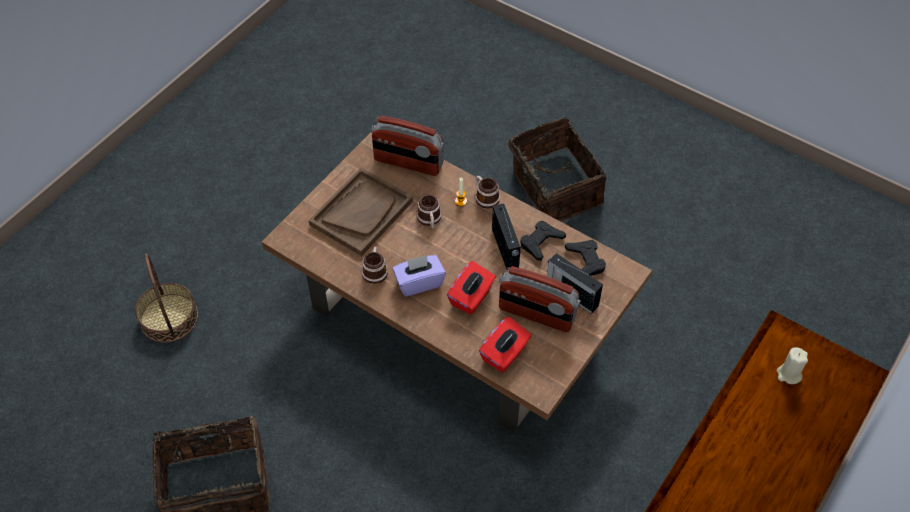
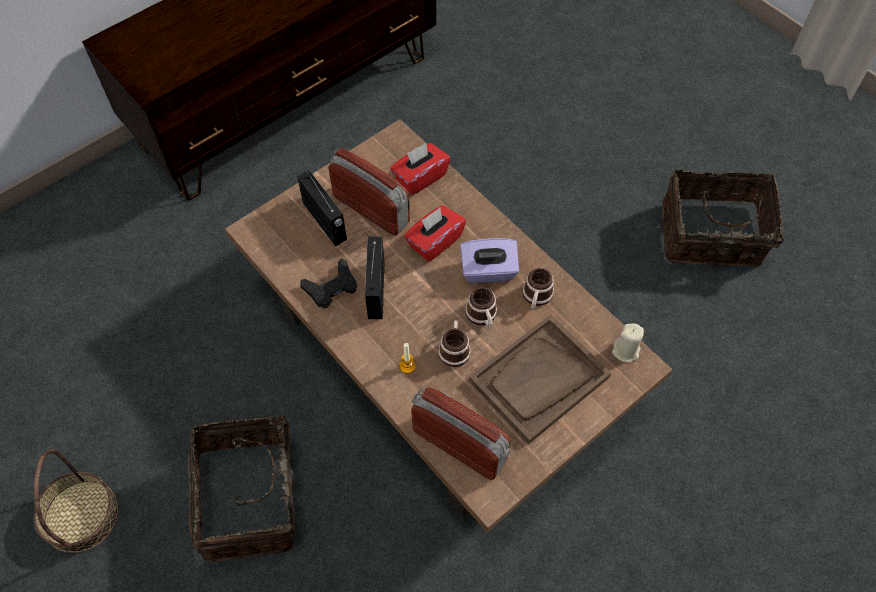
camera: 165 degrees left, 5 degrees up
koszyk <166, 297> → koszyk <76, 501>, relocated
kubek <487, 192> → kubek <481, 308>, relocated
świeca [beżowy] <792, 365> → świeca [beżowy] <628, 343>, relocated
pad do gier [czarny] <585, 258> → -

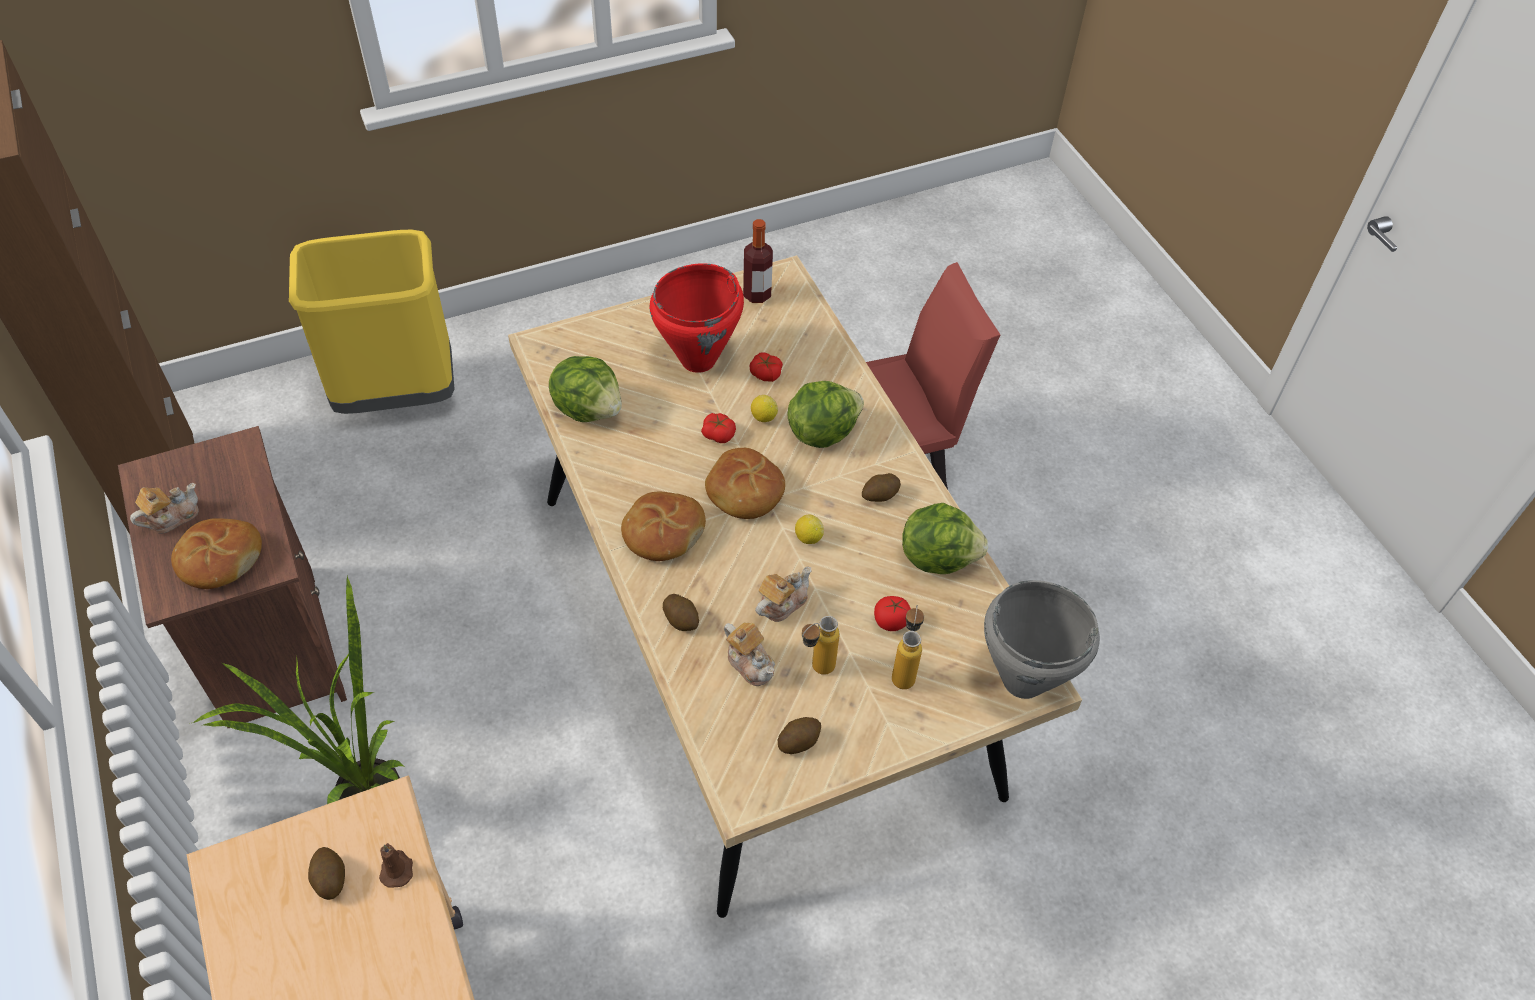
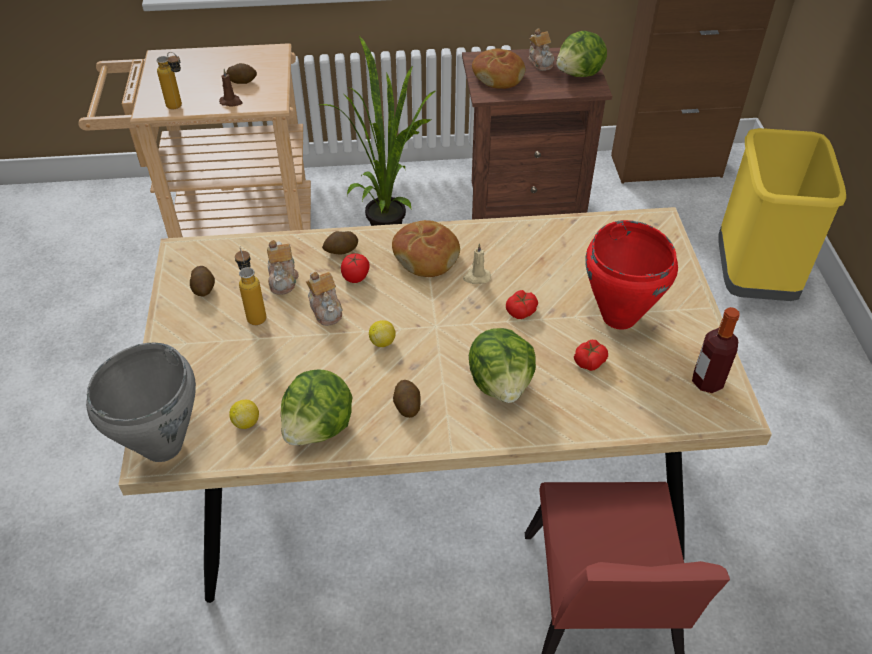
camera: 110 degrees right, 5 degrees down
butelka <908, 647> → butelka <169, 80>, relocated
cytryna <764, 408> → cytryna <244, 414>, relocated
imbryk <749, 654> → imbryk <282, 267>, 75 degrees counterclockwise
pomidor <892, 613> → pomidor <355, 268>, relocated
- → świeca [beżowy] <477, 264>
sałata <585, 389> → sałata <581, 54>, relocated
chleb <745, 483> → -

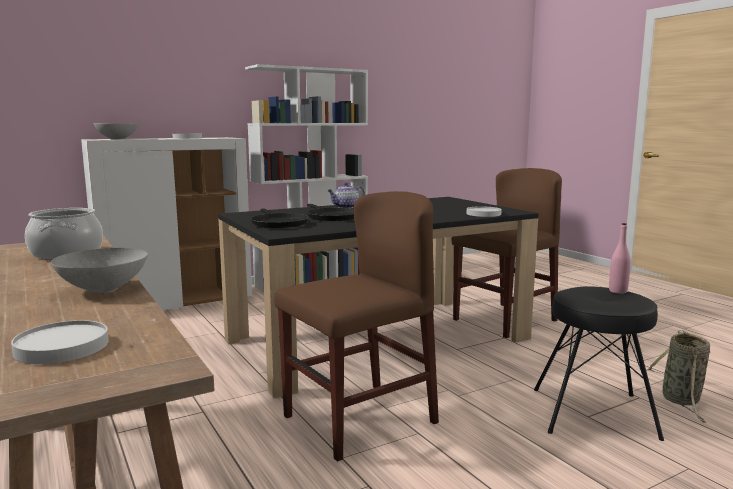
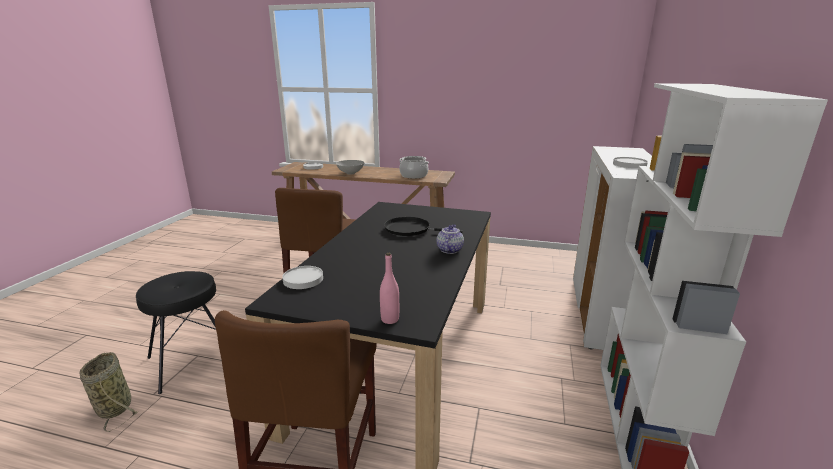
camera: 135 degrees right, 10 degrees up
butelka [różowy] <620, 258> → butelka [różowy] <389, 288>, relocated
miska [szary] <116, 131> → -
patelnia [czarny] <280, 218> → -

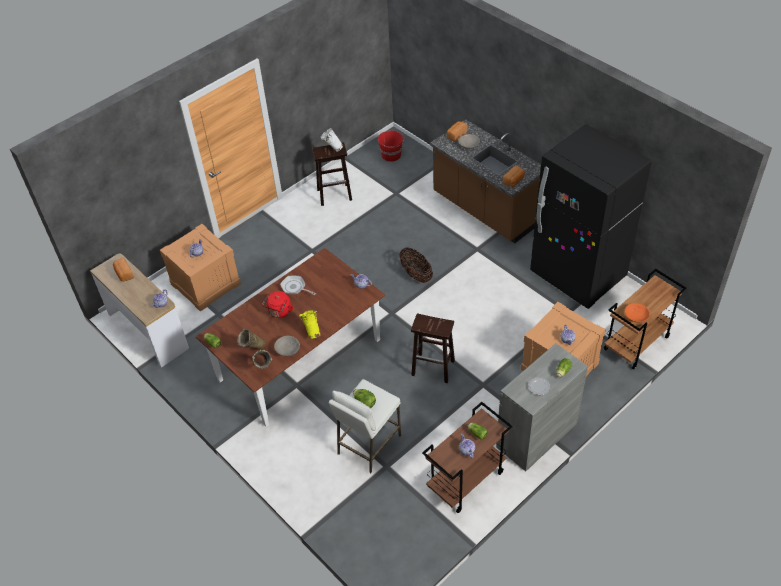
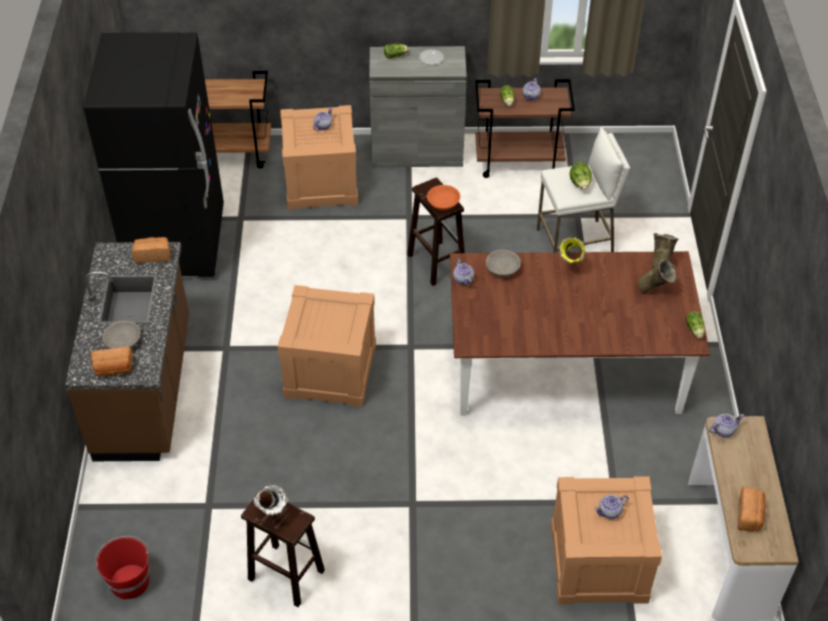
camera: 140 degrees left, 0 degrees up
koszyk <416, 265> → skrzynka <326, 346>
miska [pomarańczowy] <637, 312> → miska [pomarańczowy] <443, 197>, relocated
miska [szary] <287, 346> → miska [szary] <503, 263>, relocated
czajnik [czerwony] <277, 304> → -
patelnia <298, 285> → -

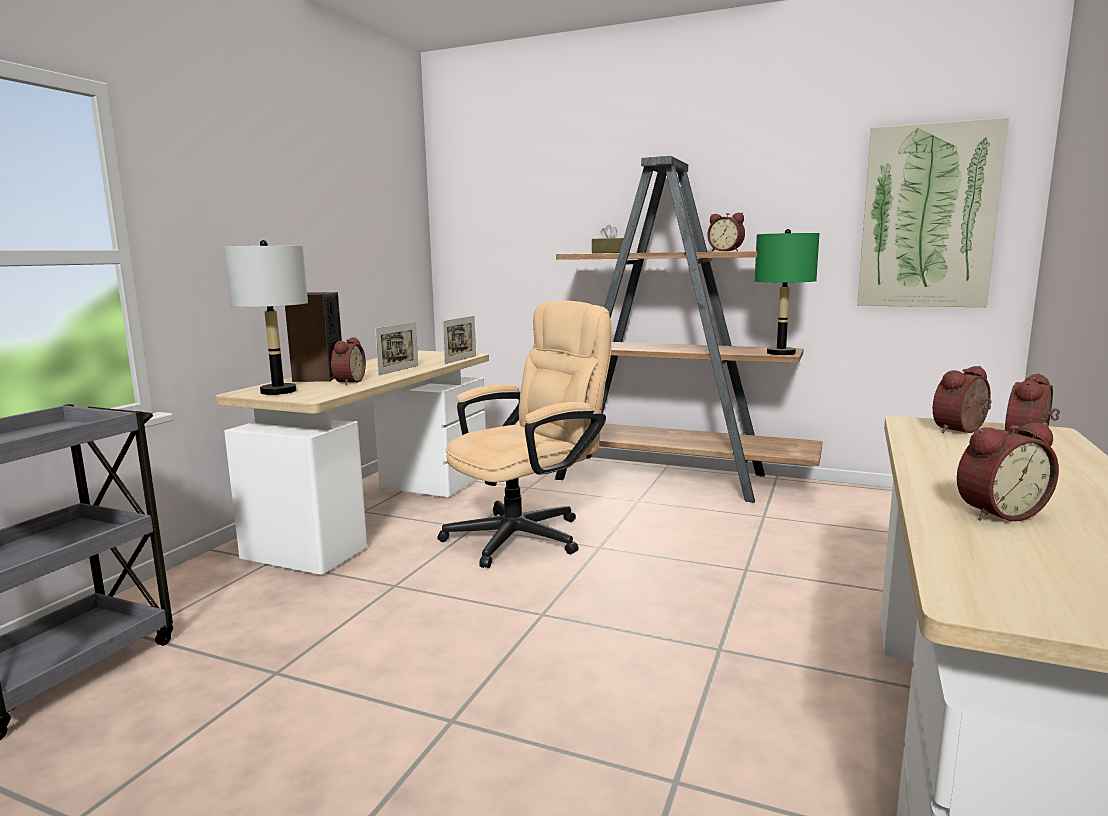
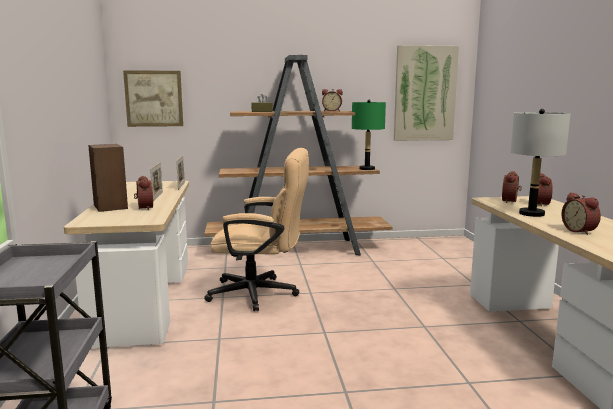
camera: 30 degrees left, 0 degrees up
- → obraz <153, 98>
krzesło biurowe [beżowy] <524, 434> → krzesło biurowe [beżowy] <256, 229>, 75 degrees clockwise
lampa stołowa [szary] <266, 317> → lampa stołowa [szary] <541, 163>, relocated
budzik <1008, 471> → budzik <581, 213>, 120 degrees clockwise

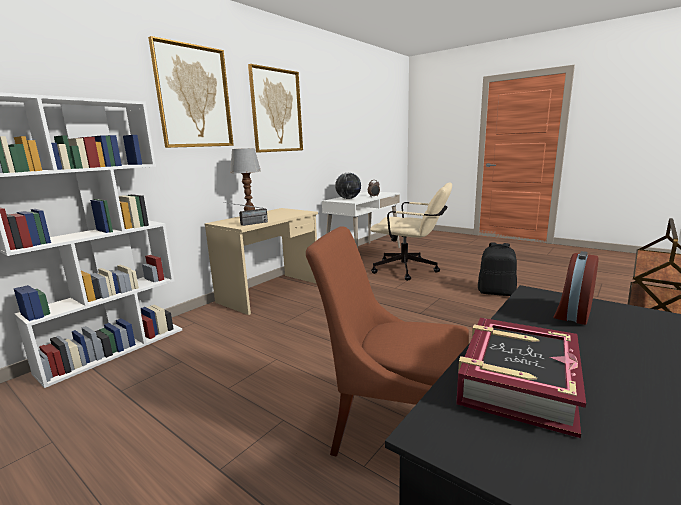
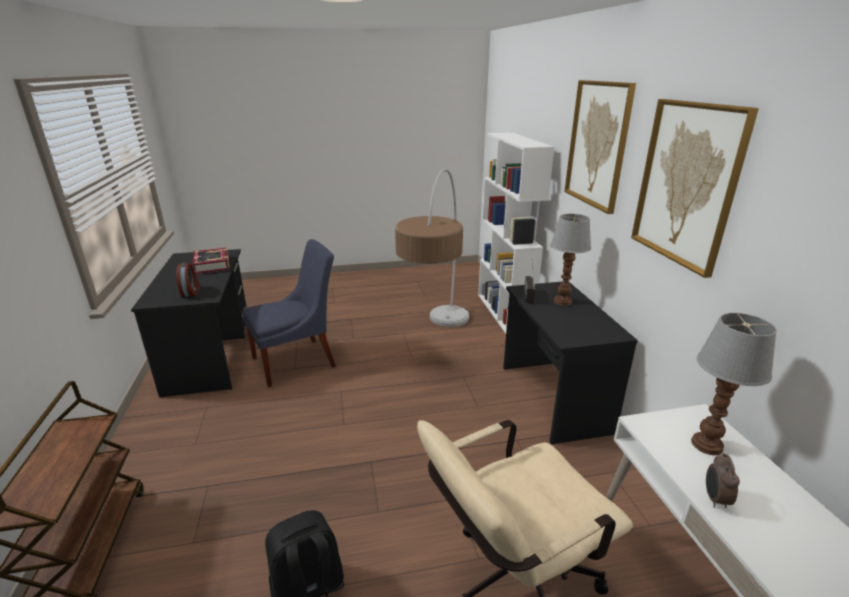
camera: 130 degrees right, 10 degrees up
krzesło [brązowy] <387, 341> → krzesło [niebieski] <289, 313>
- → lampa stojąca <432, 248>
biurko [beżowy] <261, 261> → biurko [czarny] <570, 362>
globus <348, 186> → lampa stołowa <733, 384>

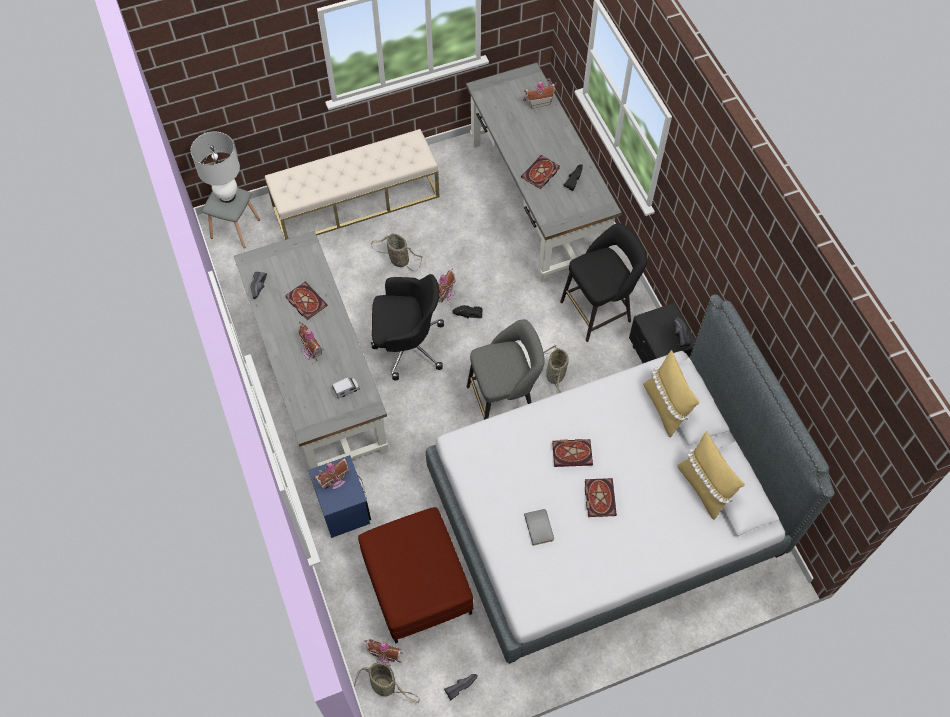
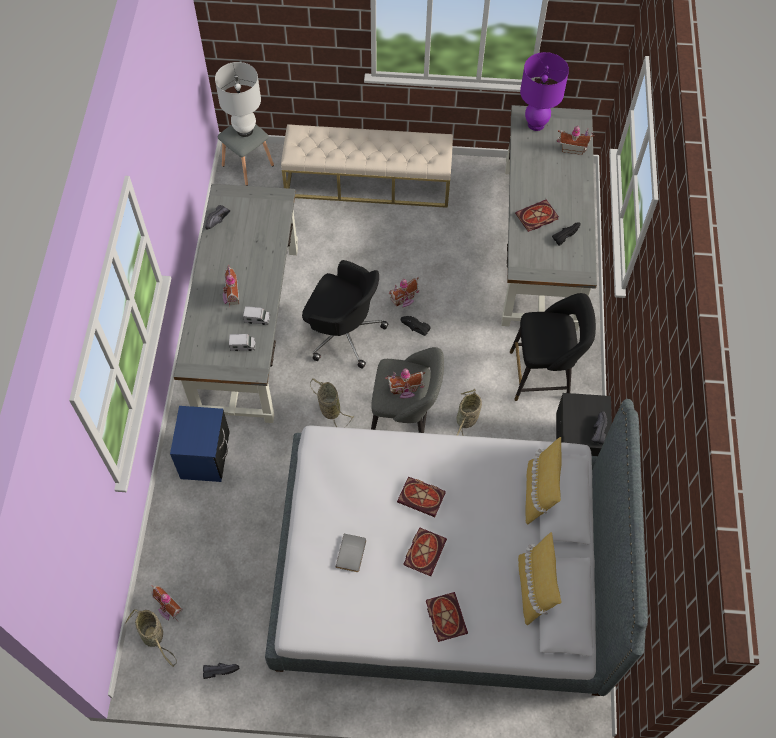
camera: 25 degrees right, 0 degrees up
- → ciężarówka zabawkowa <256, 315>
koszyk <397, 252> → koszyk <332, 403>, relocated
domek <332, 474> → domek <405, 383>, relocated
książka <306, 301> → książka <447, 617>, relocated
- → lampa stołowa [fioletowy] <544, 91>
pufa [czerwony] <416, 575> → -

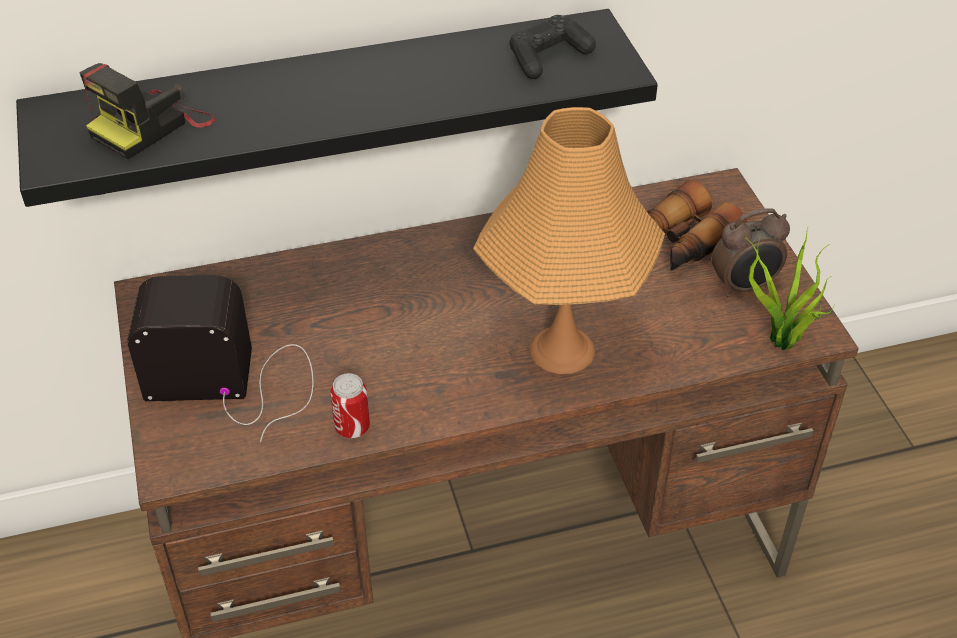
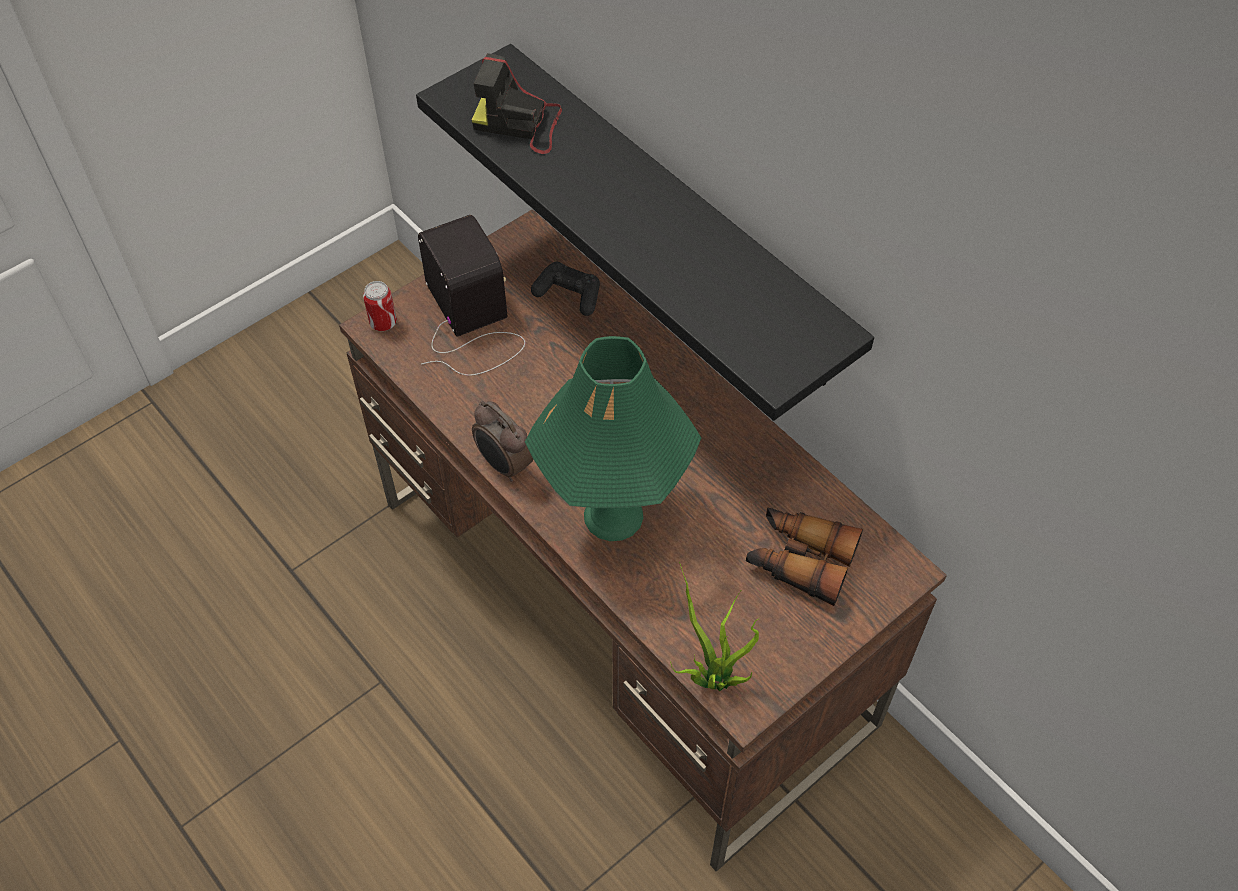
camera: 65 degrees right, 10 degrees up
puszka <350, 405> → puszka <380, 306>, relocated
budzik <750, 252> → budzik <502, 441>, relocated
lampa stołowa [pomarańczowy] <569, 240> → lampa stołowa [zielony] <613, 438>
pad do gier [czarny] <552, 47> → pad do gier [czarny] <565, 289>, relocated

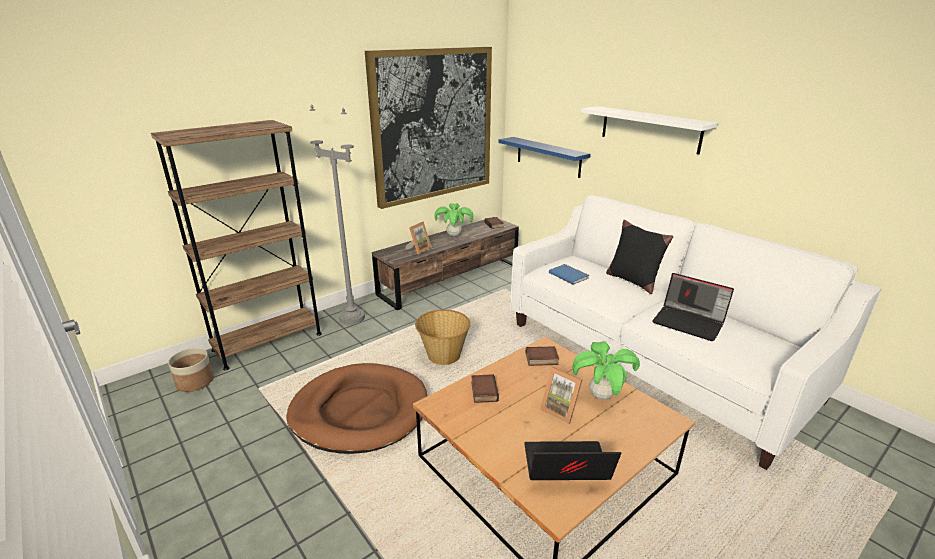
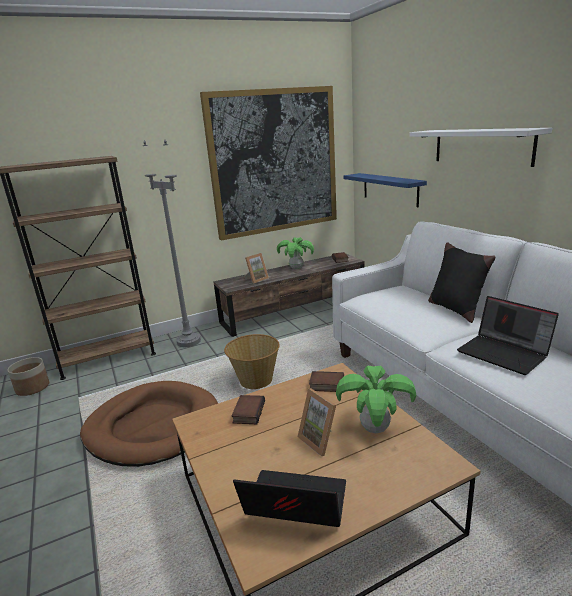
camera: 15 degrees right, 5 degrees down
książka [niebieski] <569, 274> → -

